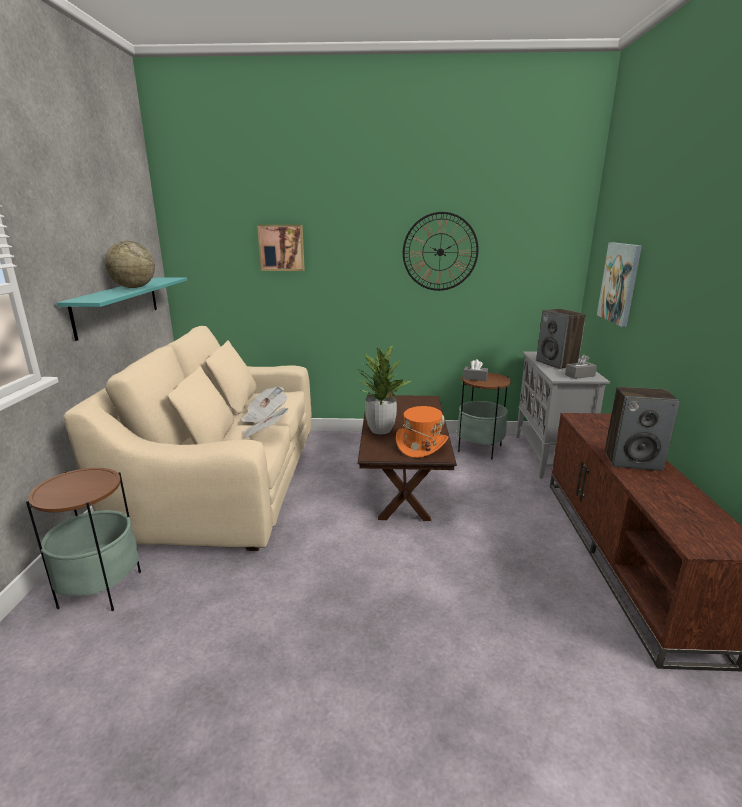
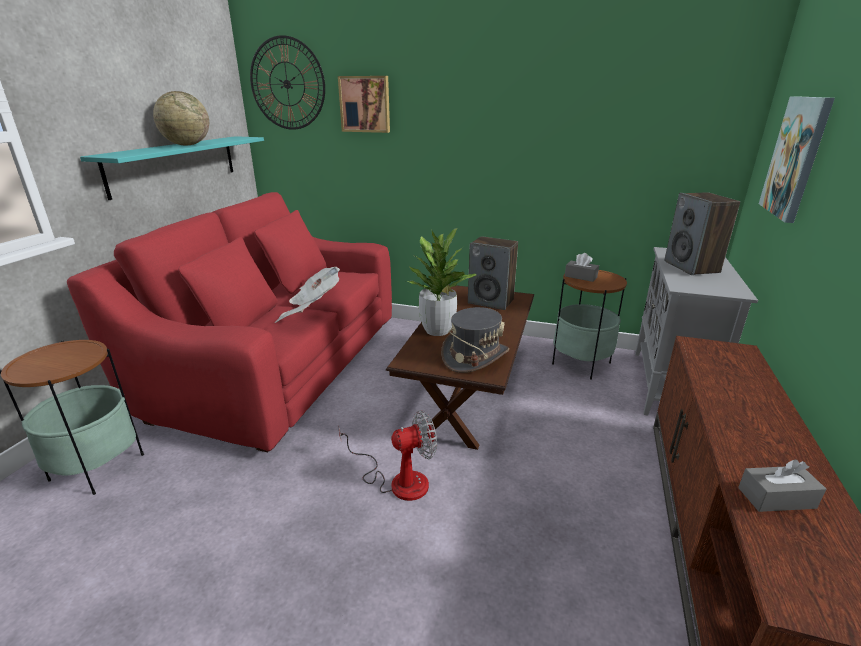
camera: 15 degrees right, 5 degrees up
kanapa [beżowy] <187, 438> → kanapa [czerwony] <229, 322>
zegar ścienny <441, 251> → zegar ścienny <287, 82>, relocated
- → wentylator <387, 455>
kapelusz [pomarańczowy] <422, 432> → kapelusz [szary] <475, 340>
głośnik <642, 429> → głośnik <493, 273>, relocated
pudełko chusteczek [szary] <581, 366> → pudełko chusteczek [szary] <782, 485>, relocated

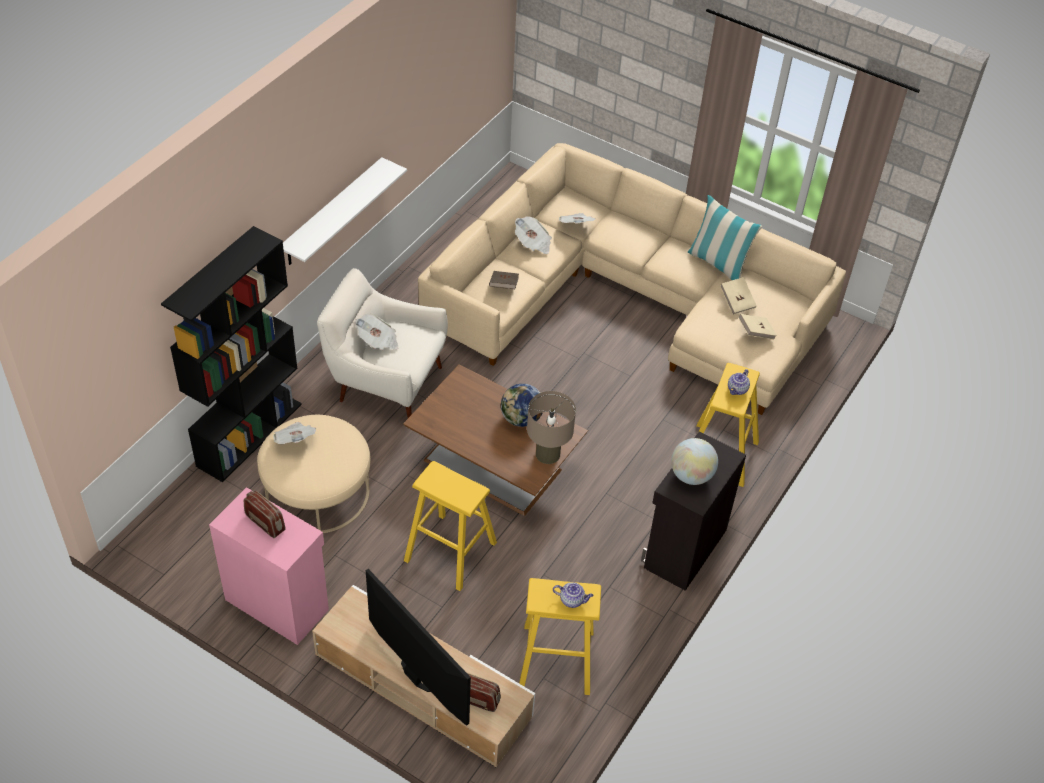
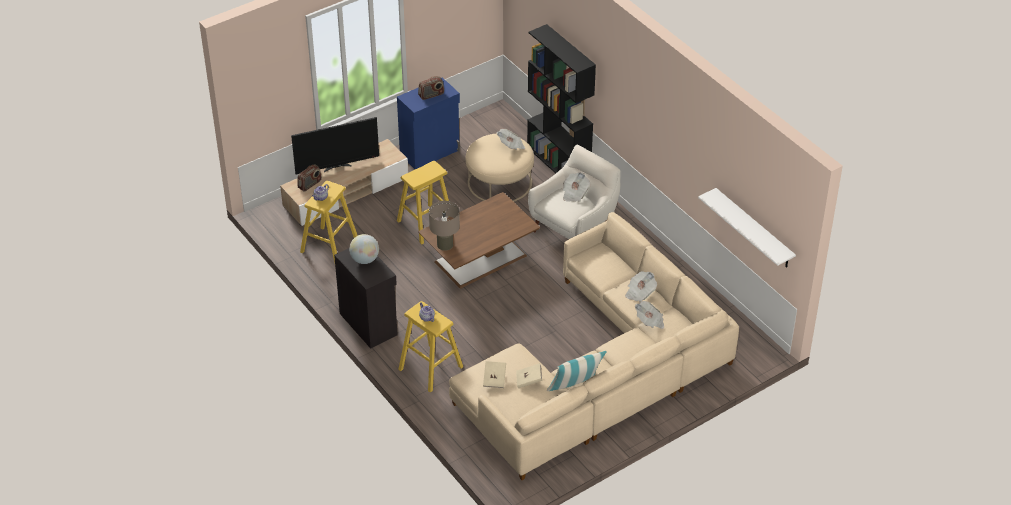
camera: 115 degrees right, 5 degrees down
szafka [różowy] <269, 566> → szafka [niebieski] <428, 123>
półka [biały] <345, 211> → półka [biały] <747, 227>, relocated
książka [brązowy] <504, 280> → -
globus <521, 405> → -

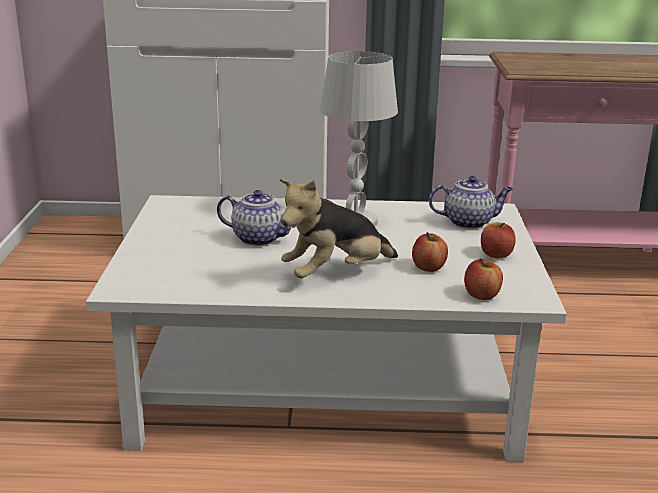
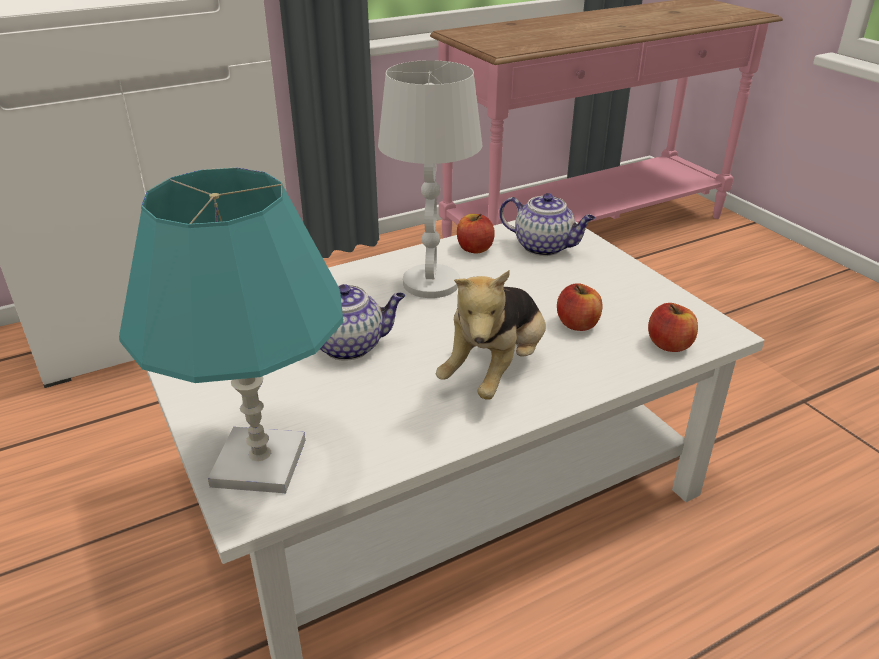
camera: 30 degrees left, 10 degrees up
- → lampa stołowa [turkusowy] <231, 330>
jabłko <498, 240> → jabłko <476, 234>, relocated
imbryk <471, 202> → imbryk <547, 224>, 60 degrees clockwise

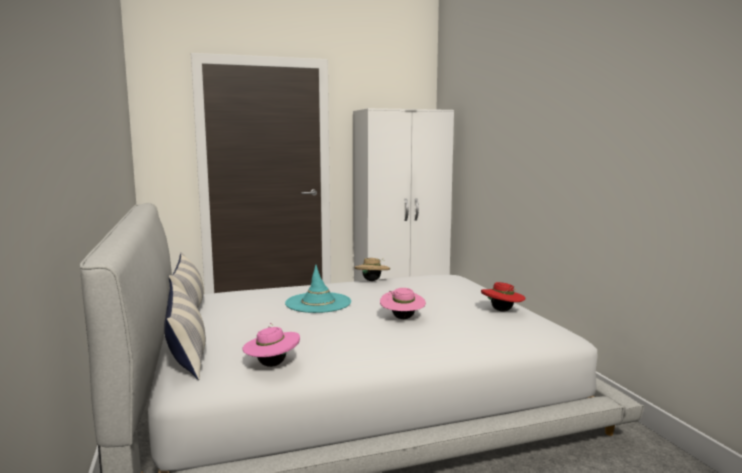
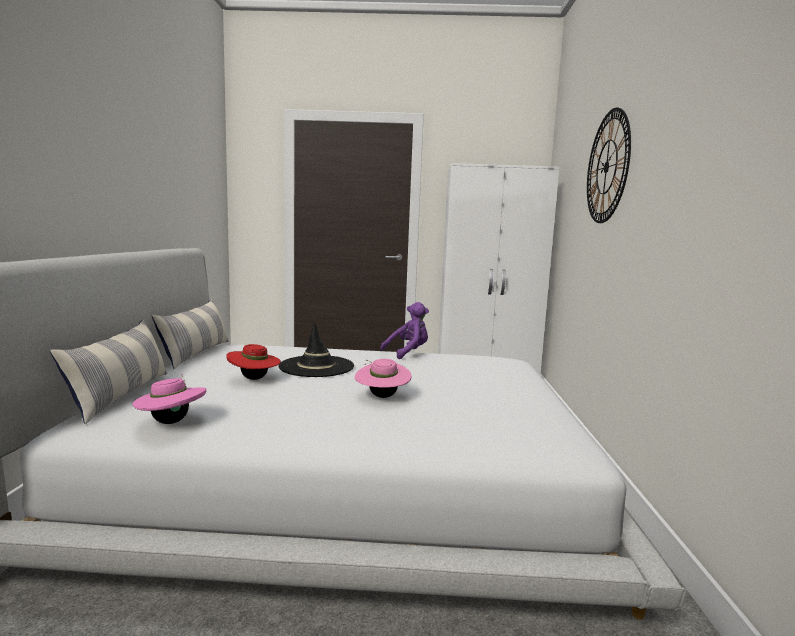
camera: 20 degrees right, 0 degrees up
kapelusz [czerwony] <503, 297> → kapelusz [czerwony] <253, 362>, relocated
kapelusz [turkusowy] <318, 289> → kapelusz [czarny] <316, 349>
kapelusz [beżowy] <372, 269> → pluszak [fioletowy] <404, 330>
- → zegar ścienny <609, 165>

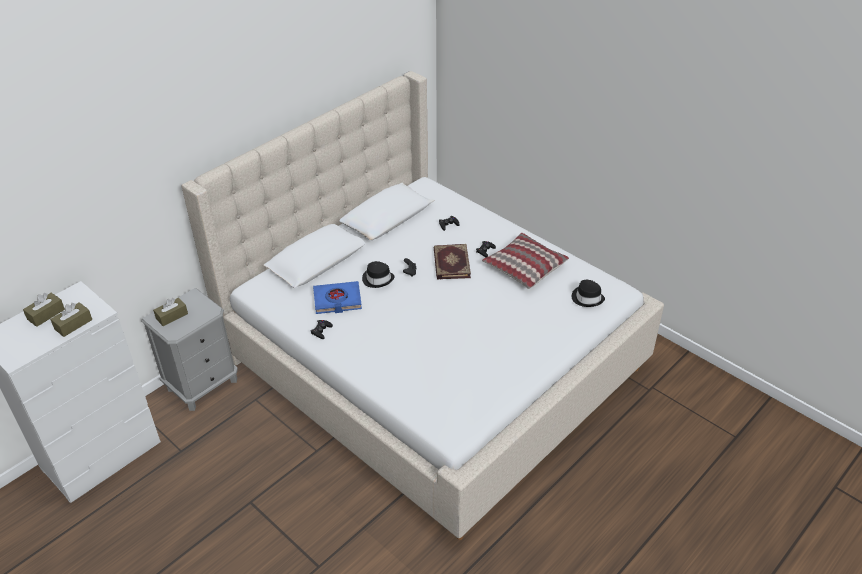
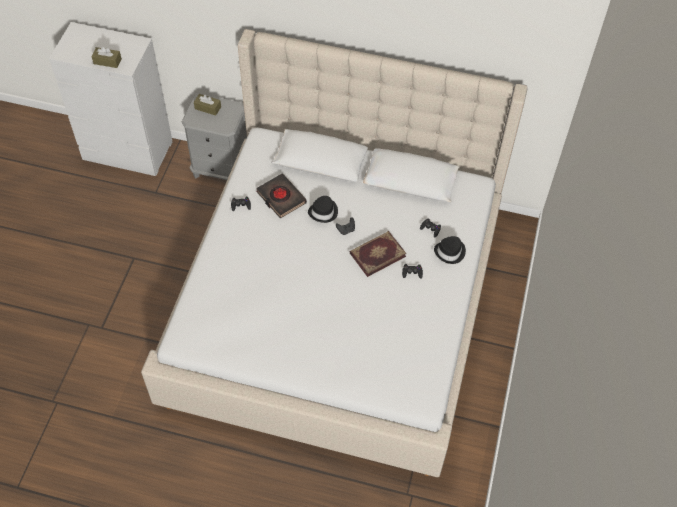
camera: 60 degrees right, 15 degrees up
książka [niebieski] <337, 297> → książka [czarny] <281, 195>
kapelusz [czarny] <588, 293> → kapelusz [czarny] <450, 250>, relocated
pudełko chusteczek [brązowy] <44, 310> → -
poduszka <525, 261> → -

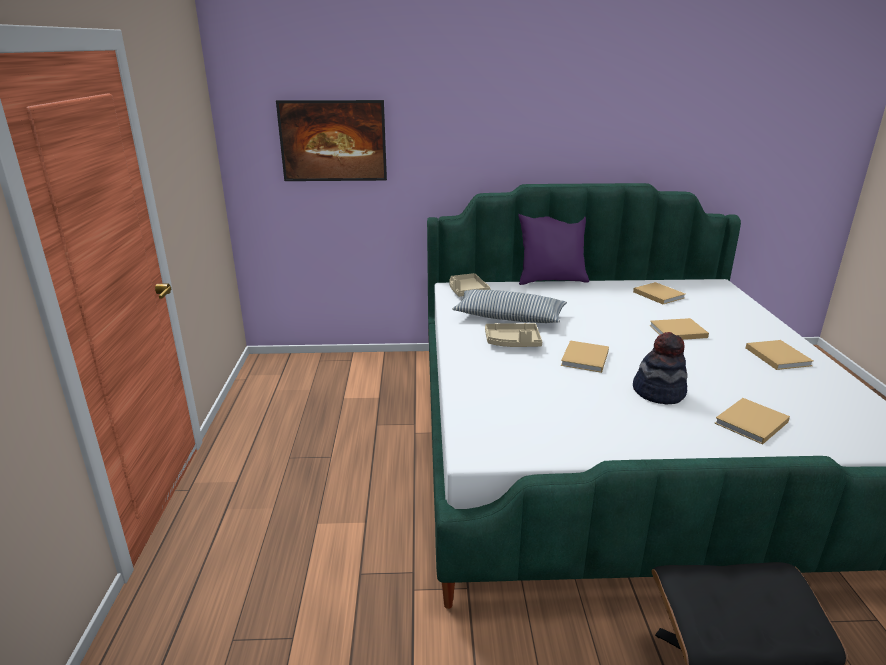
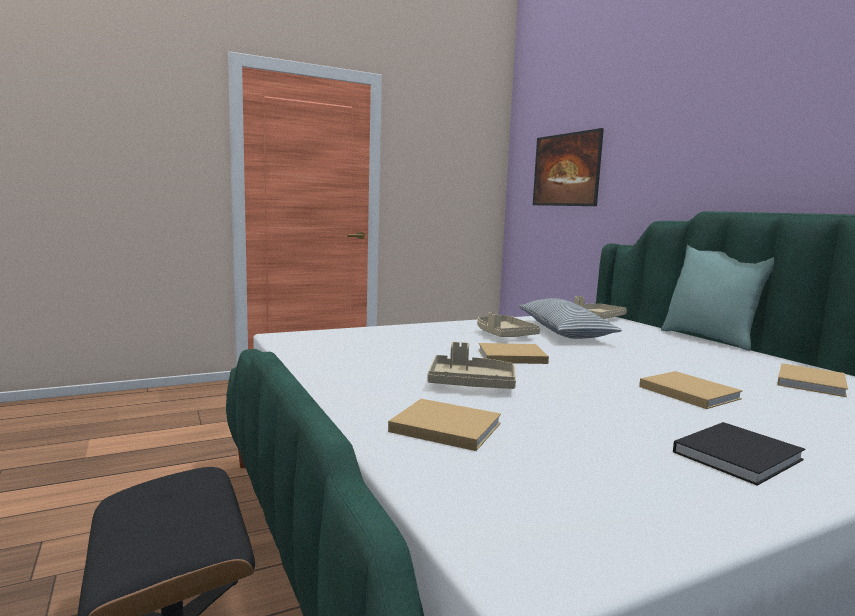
camera: 65 degrees right, 15 degrees down
kapelusz <660, 368> → taca [beżowy] <471, 365>
poduszka [fioletowy] <553, 249> → poduszka [turkusowy] <717, 298>
książka [beżowy] <779, 355> → książka [czarny] <739, 454>

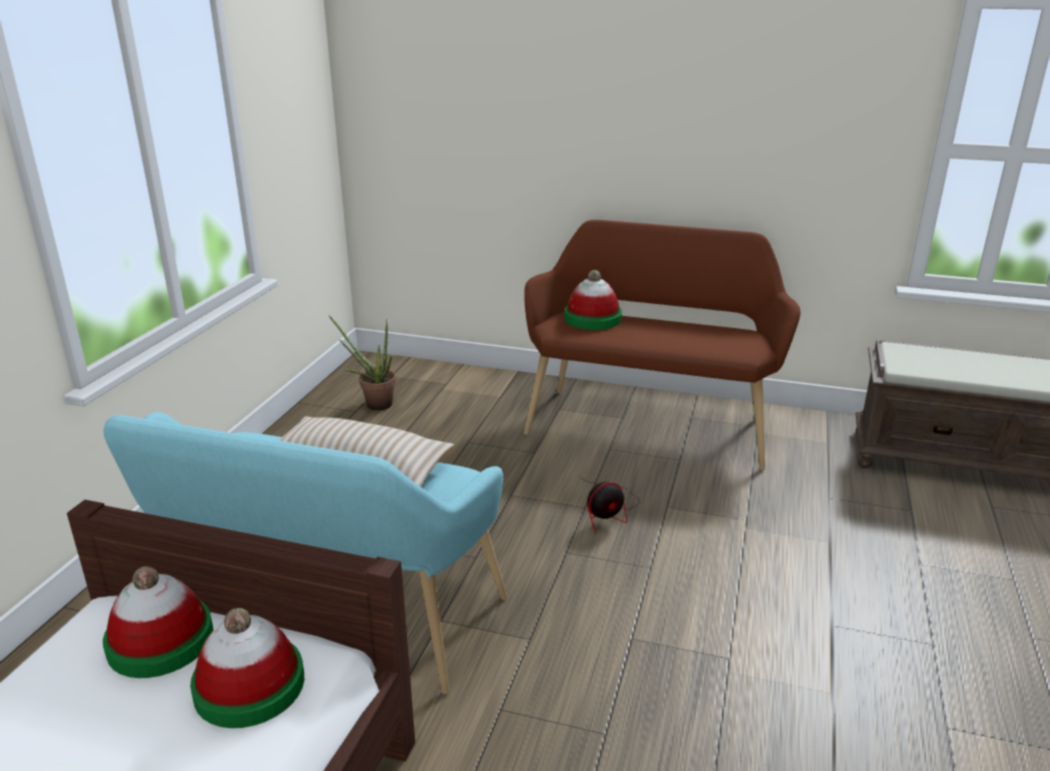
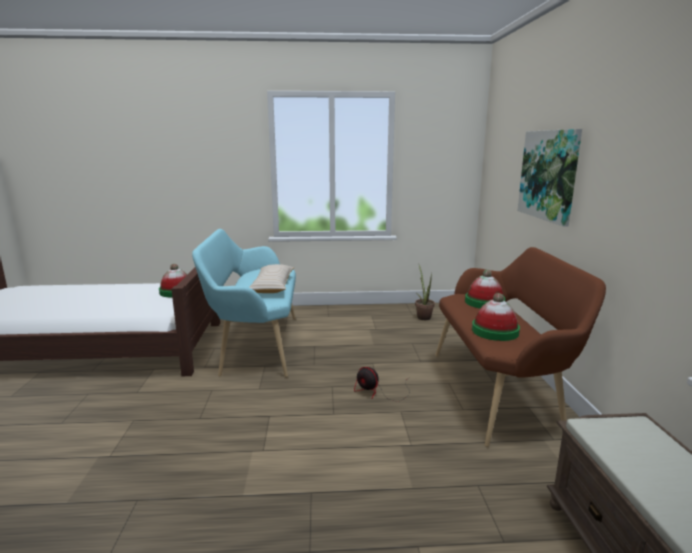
camera: 70 degrees right, 10 degrees down
kapelusz <247, 668> → kapelusz <496, 317>, relocated
- → obraz <549, 178>

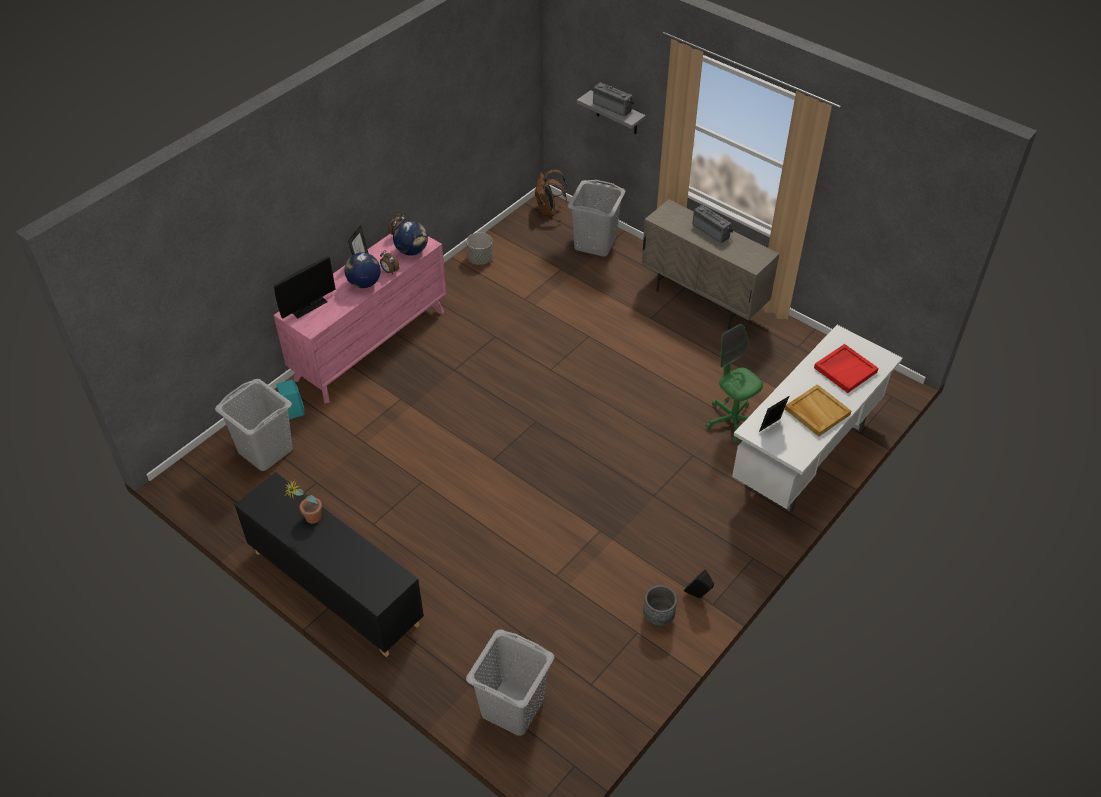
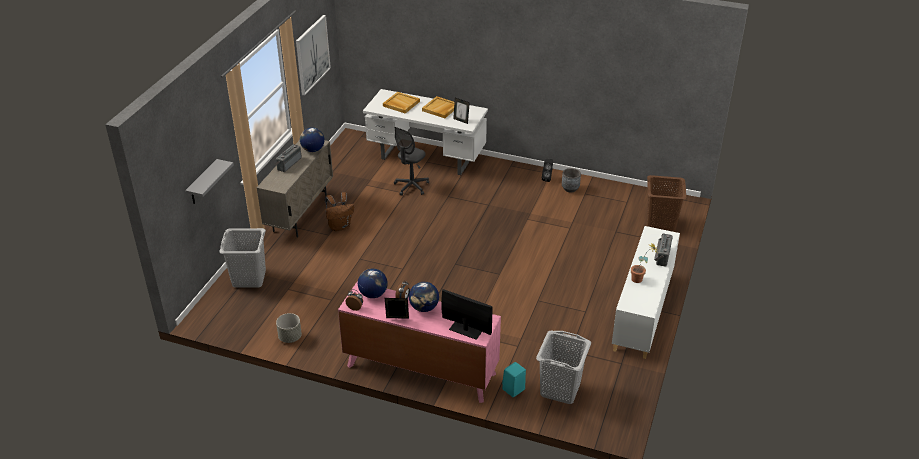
camera: 110 degrees left, 10 degrees down
- → obraz <313, 55>
- → globus <312, 139>
plecak [brązowy] <550, 193> → plecak [brązowy] <339, 211>, relocated
taca [czerwony] <846, 368> → taca [beżowy] <401, 103>
krzesło biurowe [zielony] <734, 383> → krzesło biurowe [szary] <411, 161>
szafka [czarny] <329, 564> → szafka [biały] <646, 292>
kosz na pranie [szary] <510, 682> → kosz na pranie [brązowy] <666, 203>
radio <613, 99> → radio <663, 250>, relocated

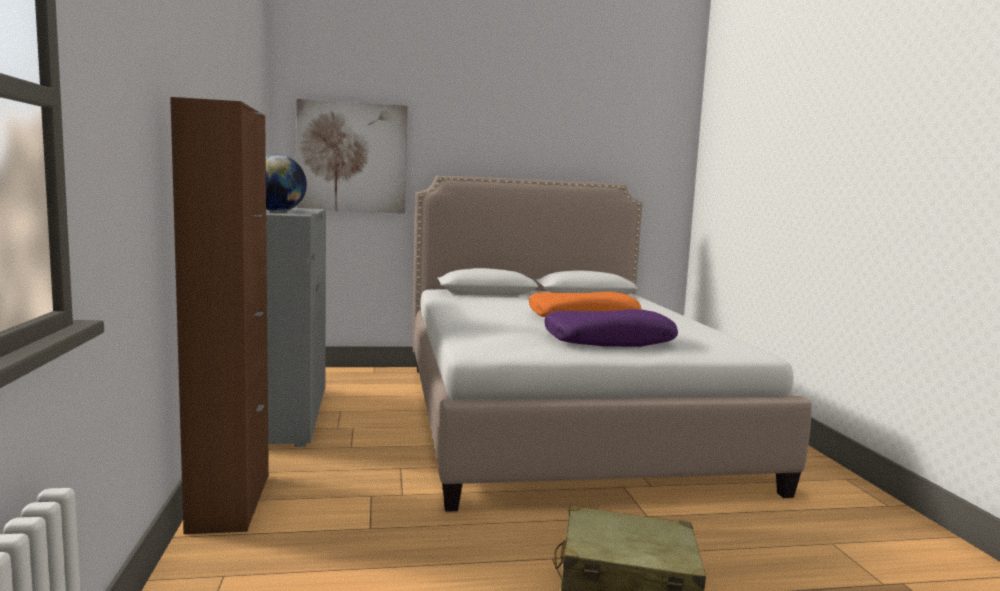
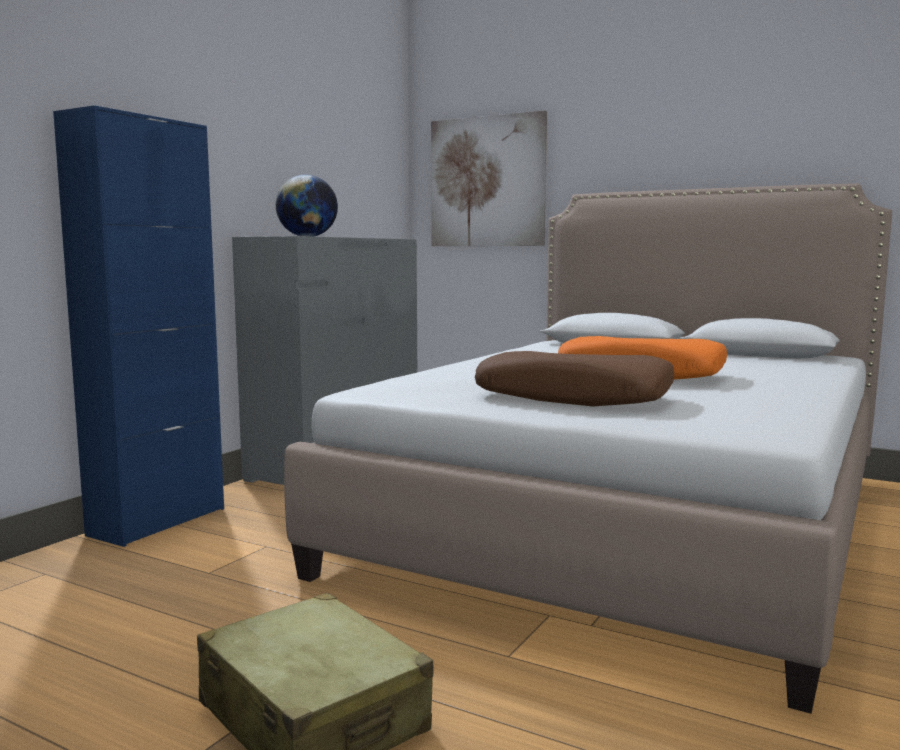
camera: 40 degrees right, 0 degrees up
szafka [brązowy] <219, 315> → szafka [niebieski] <138, 326>
poduszka [fioletowy] <611, 328> → poduszka [brązowy] <574, 378>

